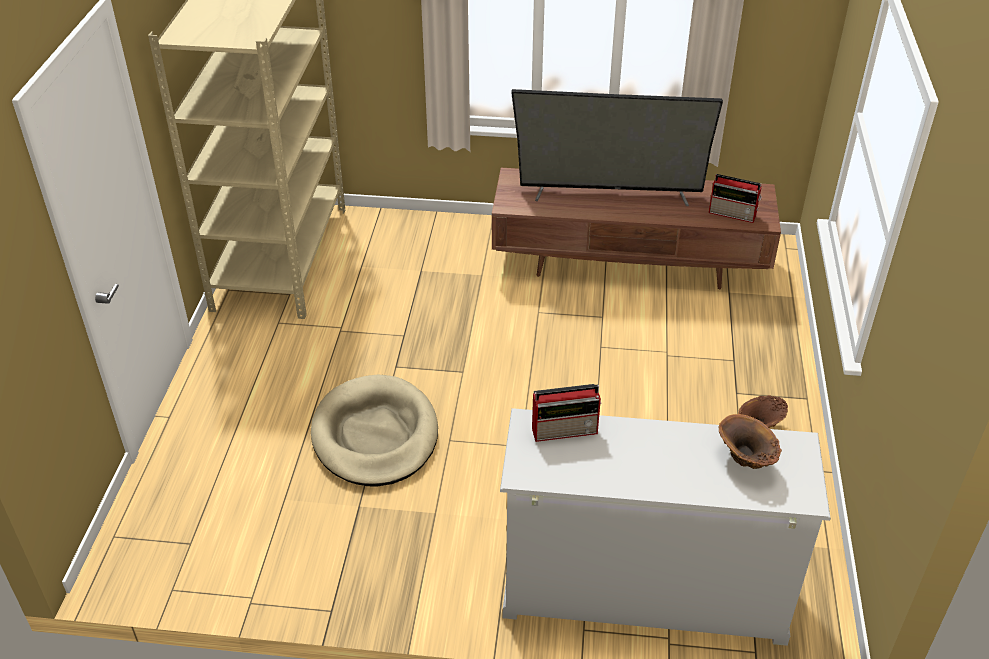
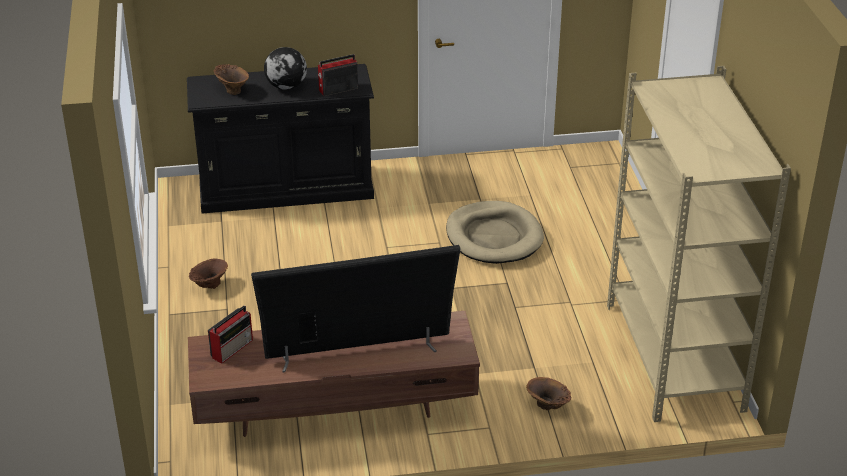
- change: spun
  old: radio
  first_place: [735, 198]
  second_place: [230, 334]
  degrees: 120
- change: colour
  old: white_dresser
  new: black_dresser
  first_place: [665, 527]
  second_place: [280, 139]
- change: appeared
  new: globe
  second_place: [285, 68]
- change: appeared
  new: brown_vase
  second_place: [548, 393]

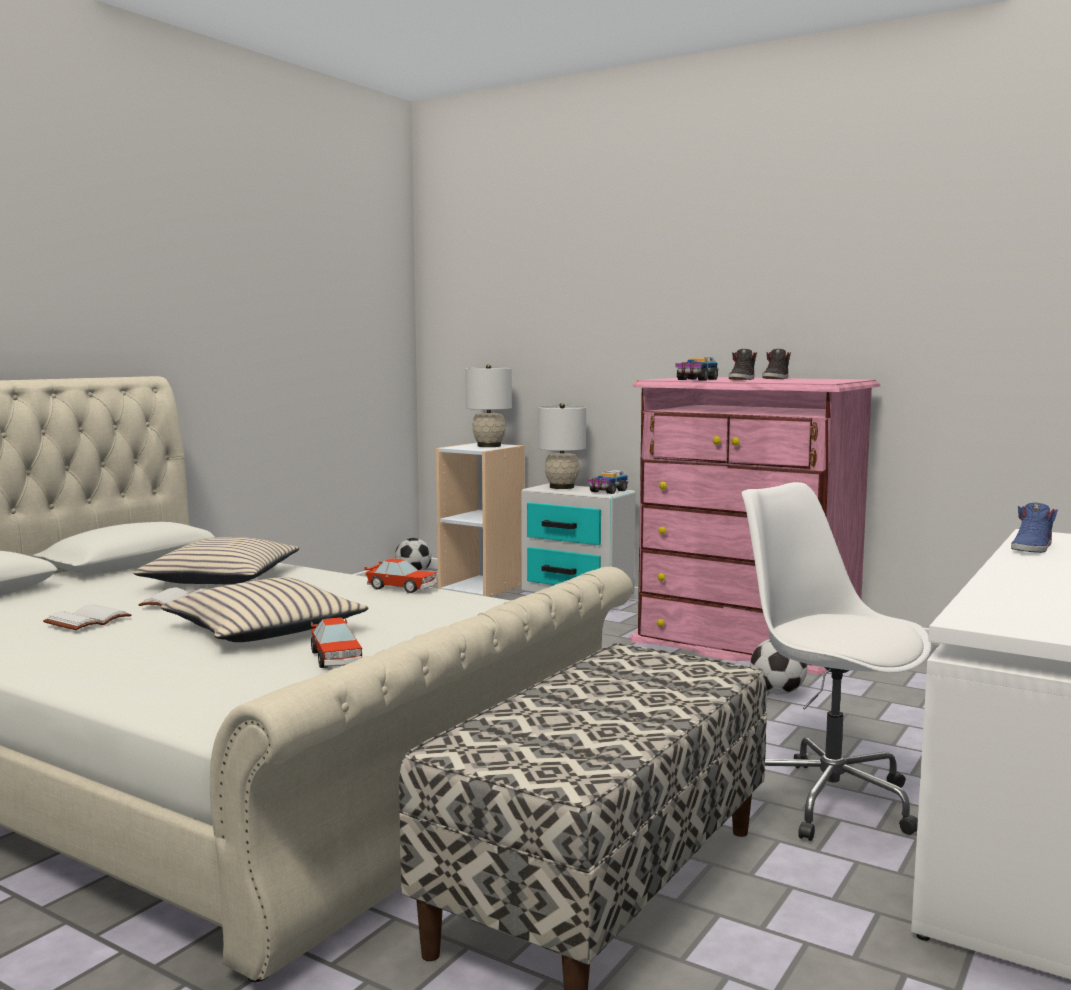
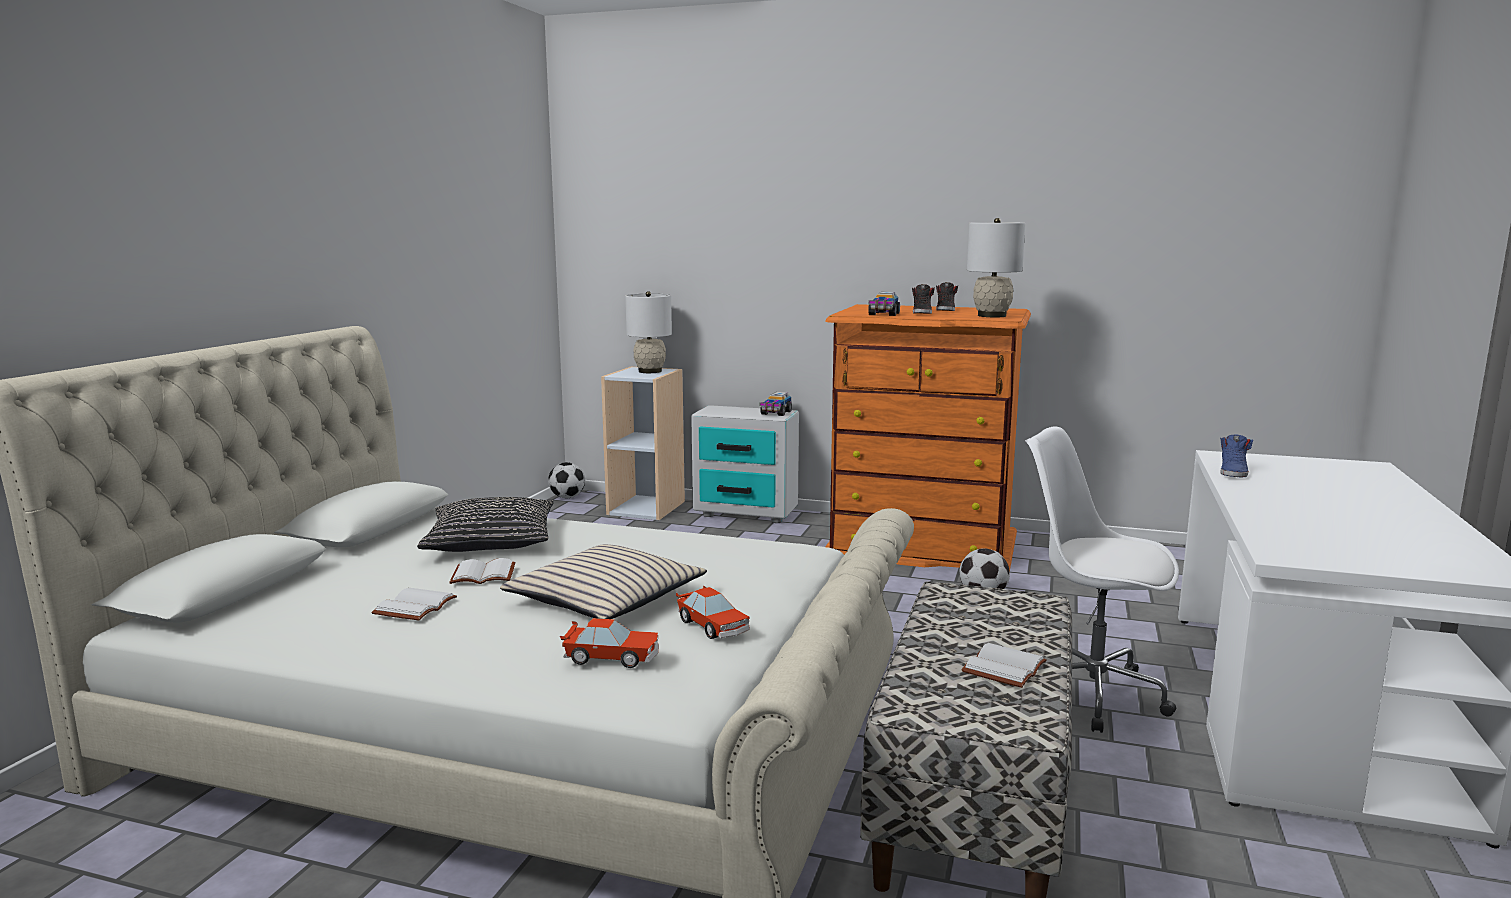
- change: colour
  old: pink_dresser
  new: orange_dresser
  first_place: [755, 526]
  second_place: [928, 438]
- change: relocated
  old: white_table_lamp
  first_place: [562, 446]
  second_place: [996, 267]
- change: colour
  old: beige_pillow
  new: black_pillow
  first_place: [216, 560]
  second_place: [485, 524]
- change: relocated
  old: toy_car
  first_place: [400, 575]
  second_place: [609, 643]
- change: appeared
  new: white_book
  second_place: [1004, 665]

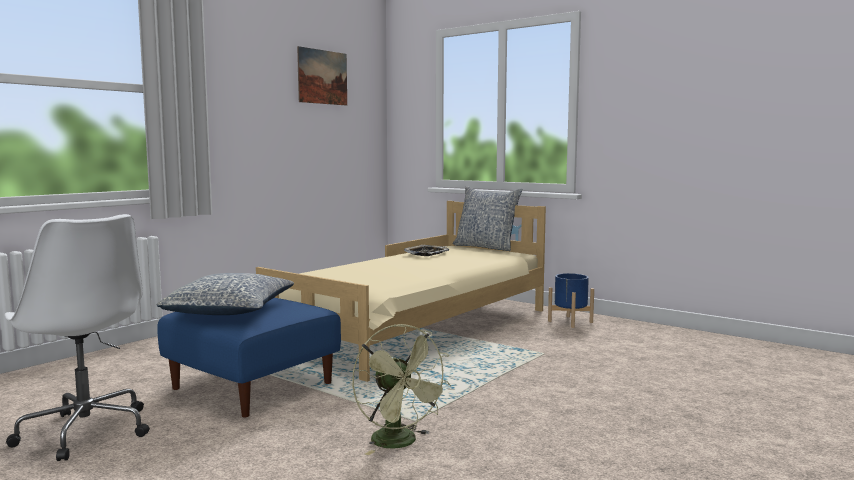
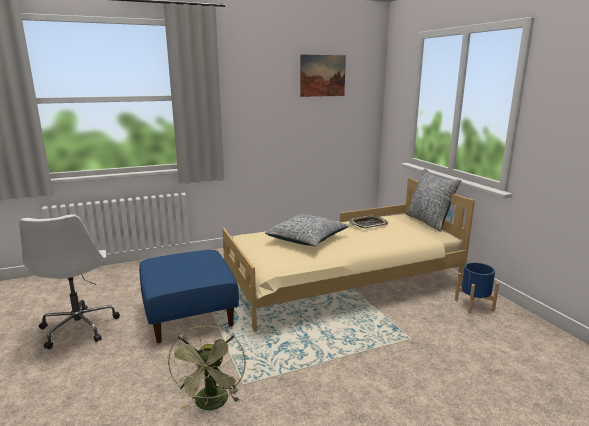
- change: relocated
  old: pillow
  first_place: [225, 294]
  second_place: [307, 230]

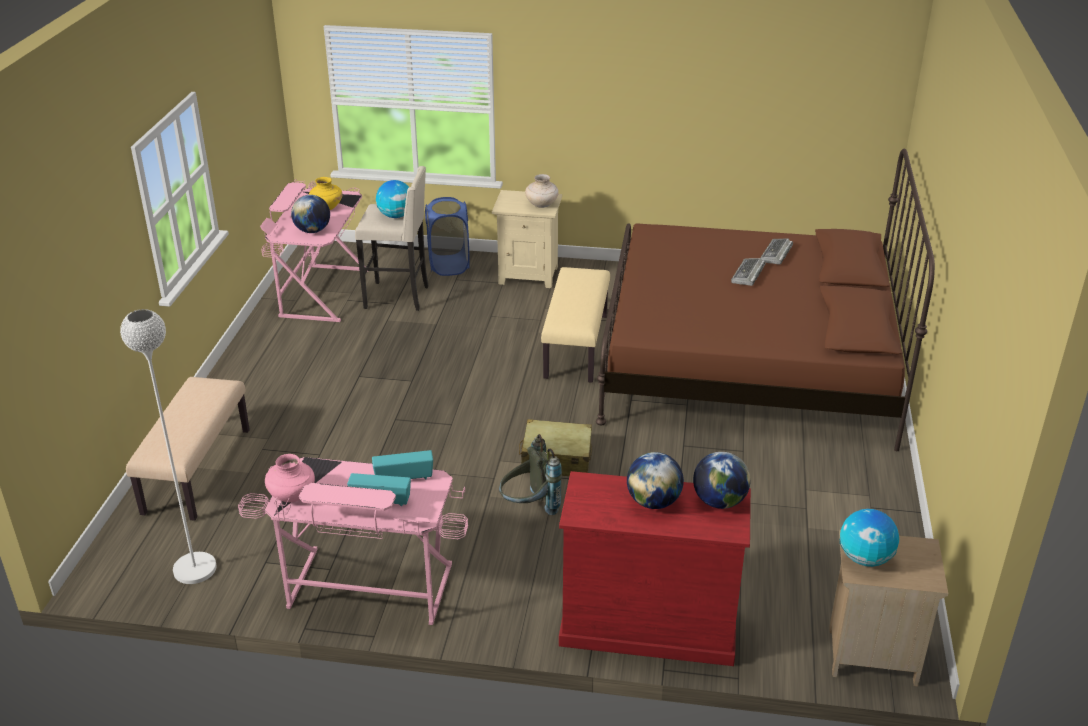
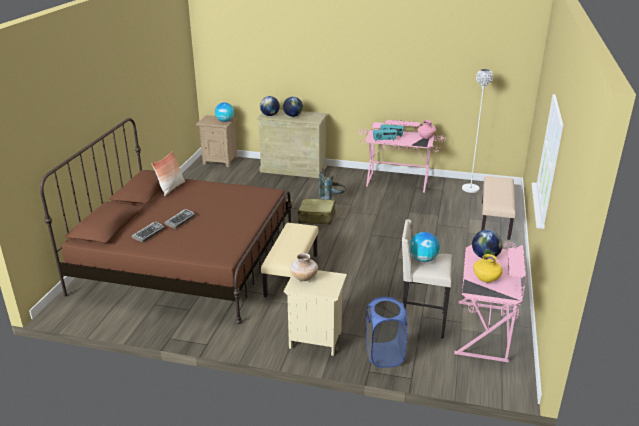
- change: colour
  old: red_dresser
  new: beige_dresser
  first_place: [655, 568]
  second_place: [292, 143]
- change: appeared
  new: pillow
  second_place: [168, 173]

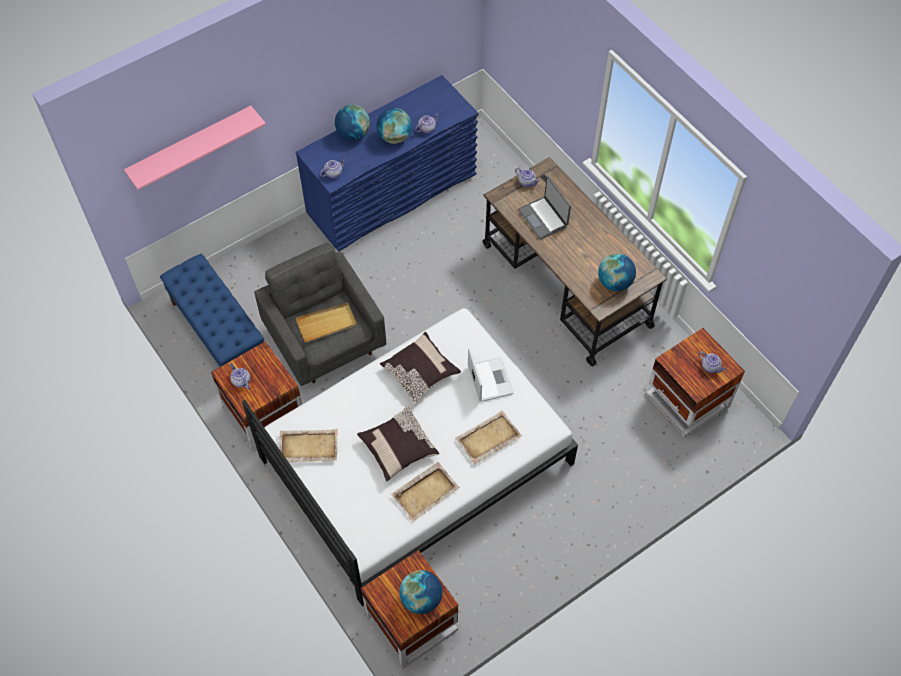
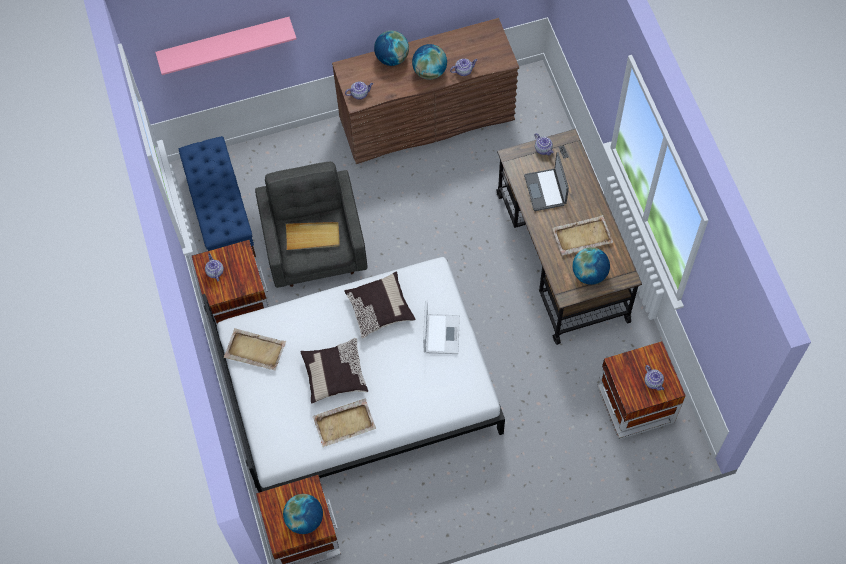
- change: colour
  old: blue_dresser
  new: brown_dresser
  first_place: [387, 163]
  second_place: [425, 91]
- change: relocated
  old: beige_tray
  first_place: [488, 437]
  second_place: [582, 235]

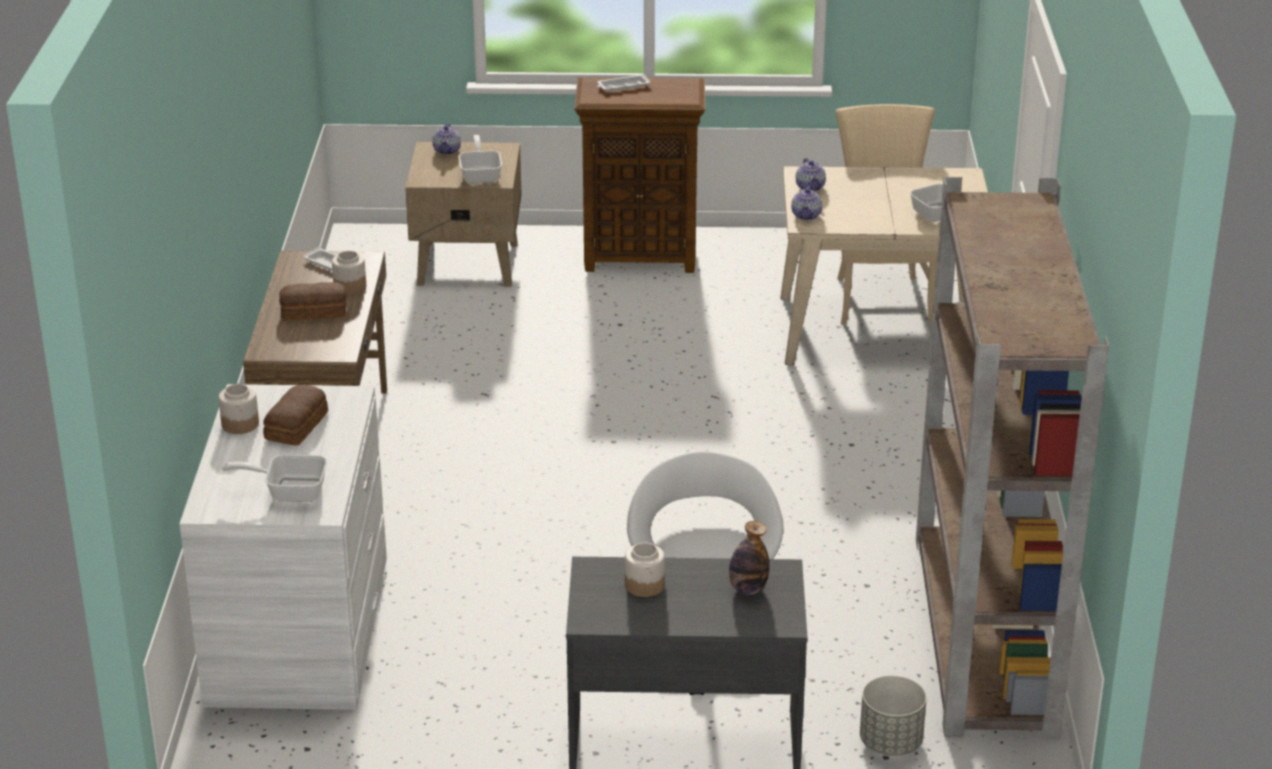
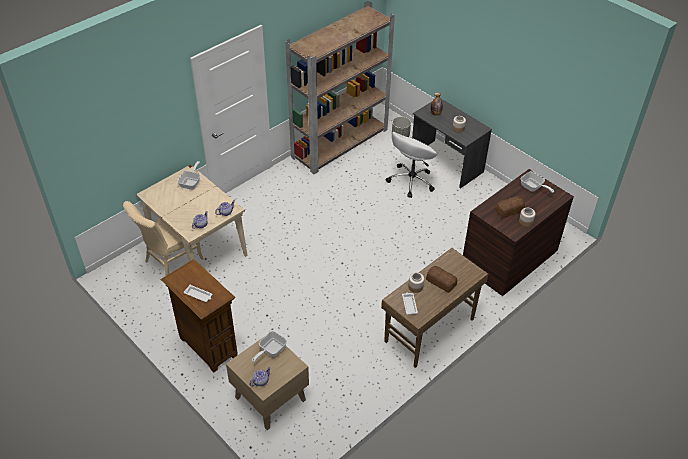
- change: colour
  old: white_dresser
  new: brown_dresser
  first_place: [283, 547]
  second_place: [518, 232]

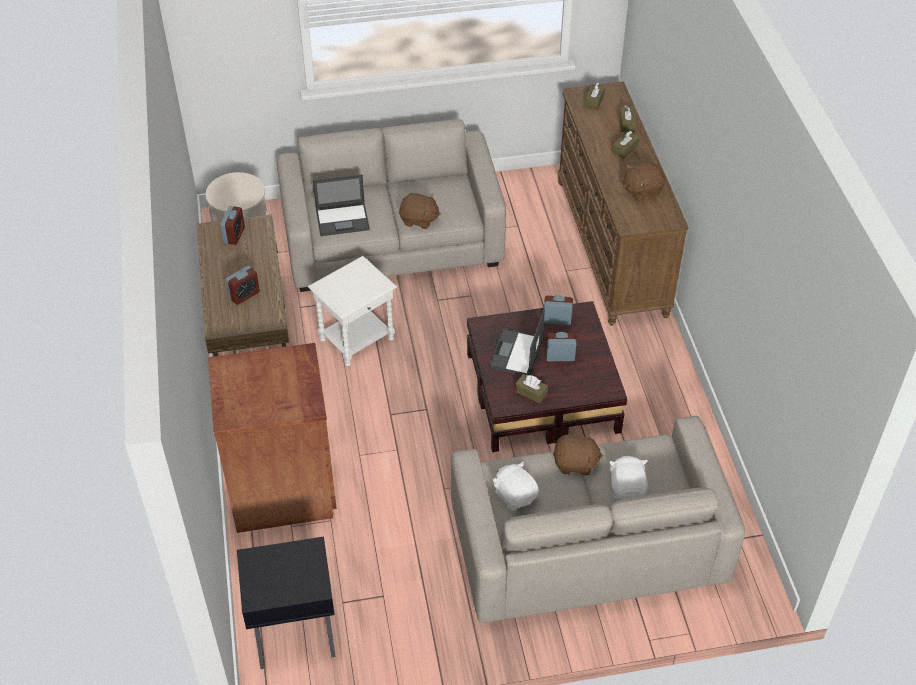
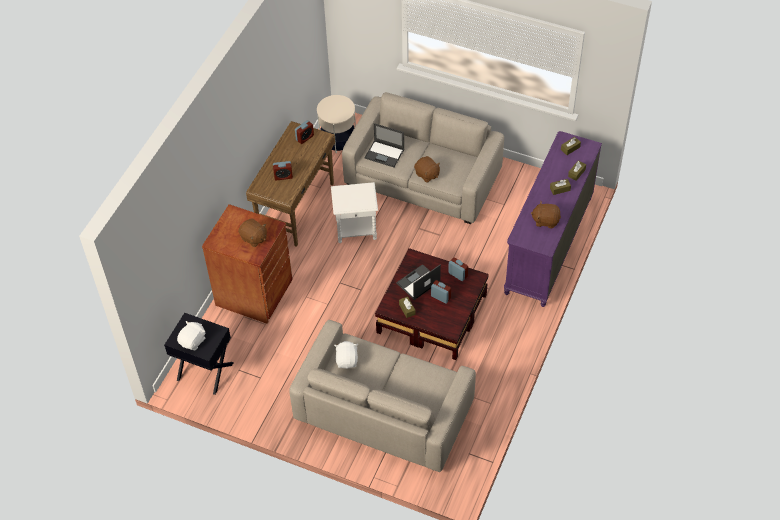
- change: colour
  old: brown_dresser
  new: purple_dresser
  first_place: [623, 204]
  second_place: [553, 219]
- change: relocated
  old: brown_plush_toy
  first_place: [578, 454]
  second_place: [252, 233]
- change: relocated
  old: white_plush_toy
  first_place: [628, 477]
  second_place: [191, 335]

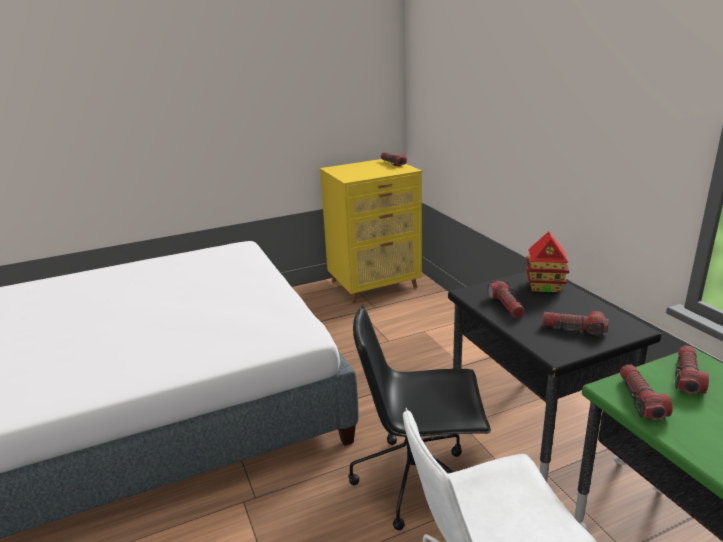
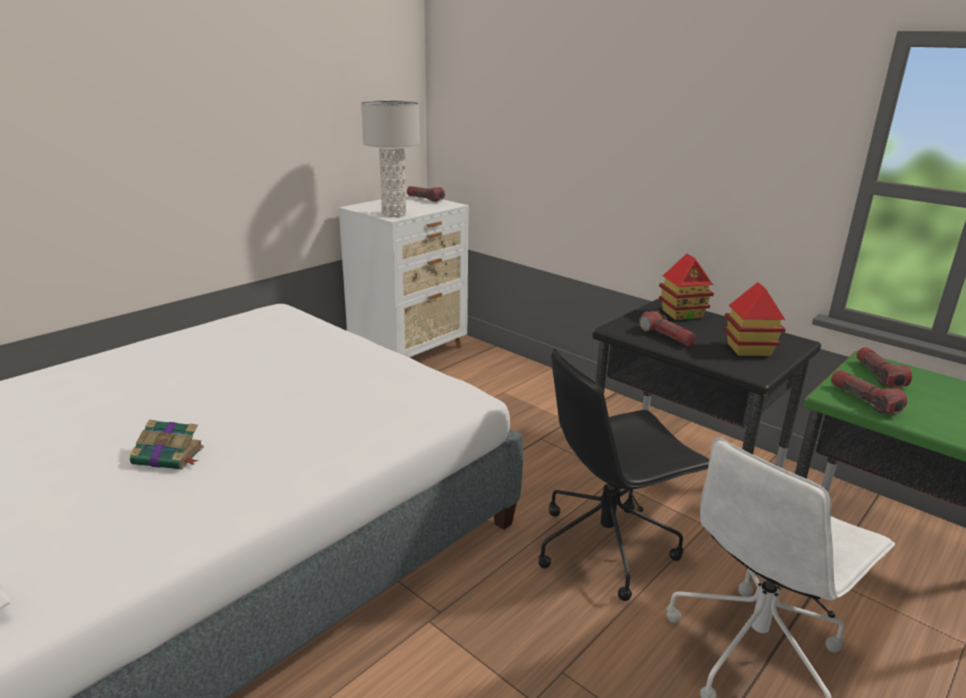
- change: colour
  old: yellow_dresser
  new: white_dresser
  first_place: [371, 231]
  second_place: [403, 275]
- change: exchanged
  old: flashlight
  new: toy_house
  first_place: [575, 324]
  second_place: [755, 319]
- change: appeared
  new: white_table_lamp
  second_place: [390, 158]
- change: appeared
  new: book
  second_place: [167, 445]

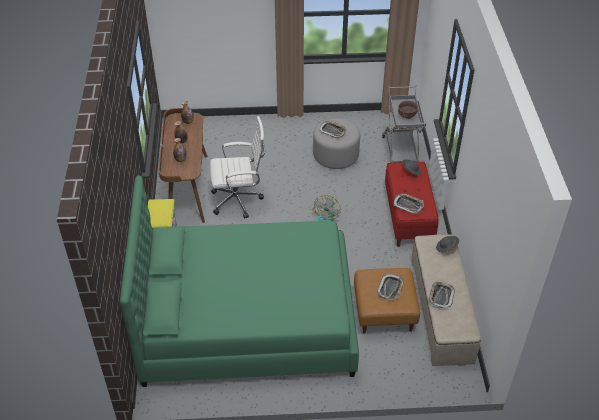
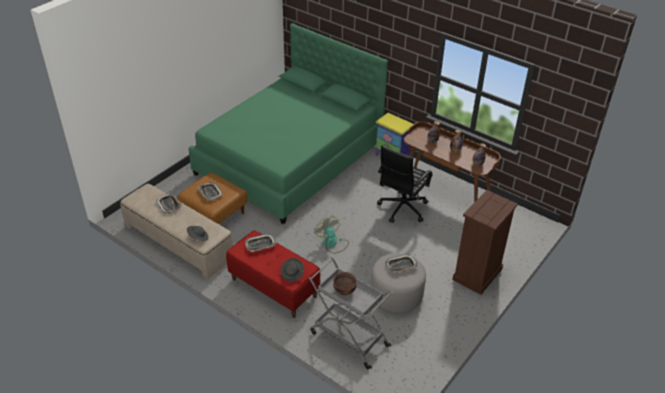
- change: colour
  old: white_office_chair
  new: black_office_chair
  first_place: [237, 167]
  second_place: [405, 184]
- change: appeared
  new: brown_dresser
  second_place: [485, 242]

